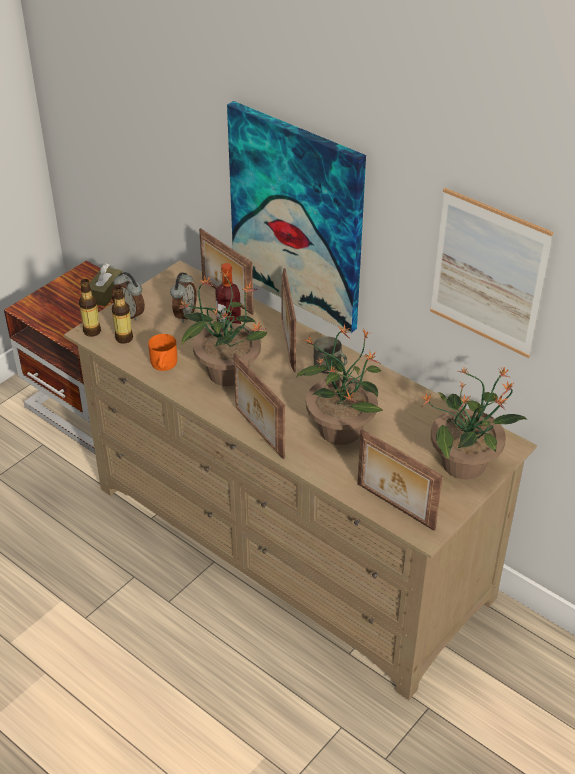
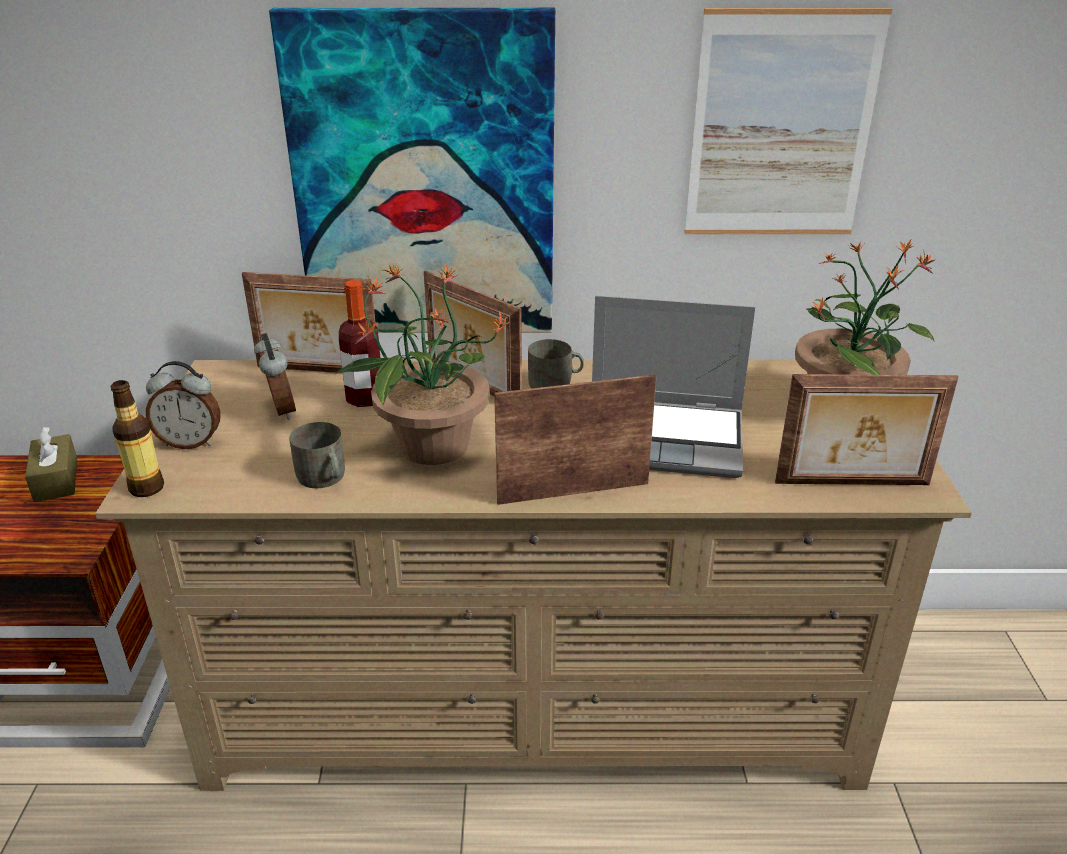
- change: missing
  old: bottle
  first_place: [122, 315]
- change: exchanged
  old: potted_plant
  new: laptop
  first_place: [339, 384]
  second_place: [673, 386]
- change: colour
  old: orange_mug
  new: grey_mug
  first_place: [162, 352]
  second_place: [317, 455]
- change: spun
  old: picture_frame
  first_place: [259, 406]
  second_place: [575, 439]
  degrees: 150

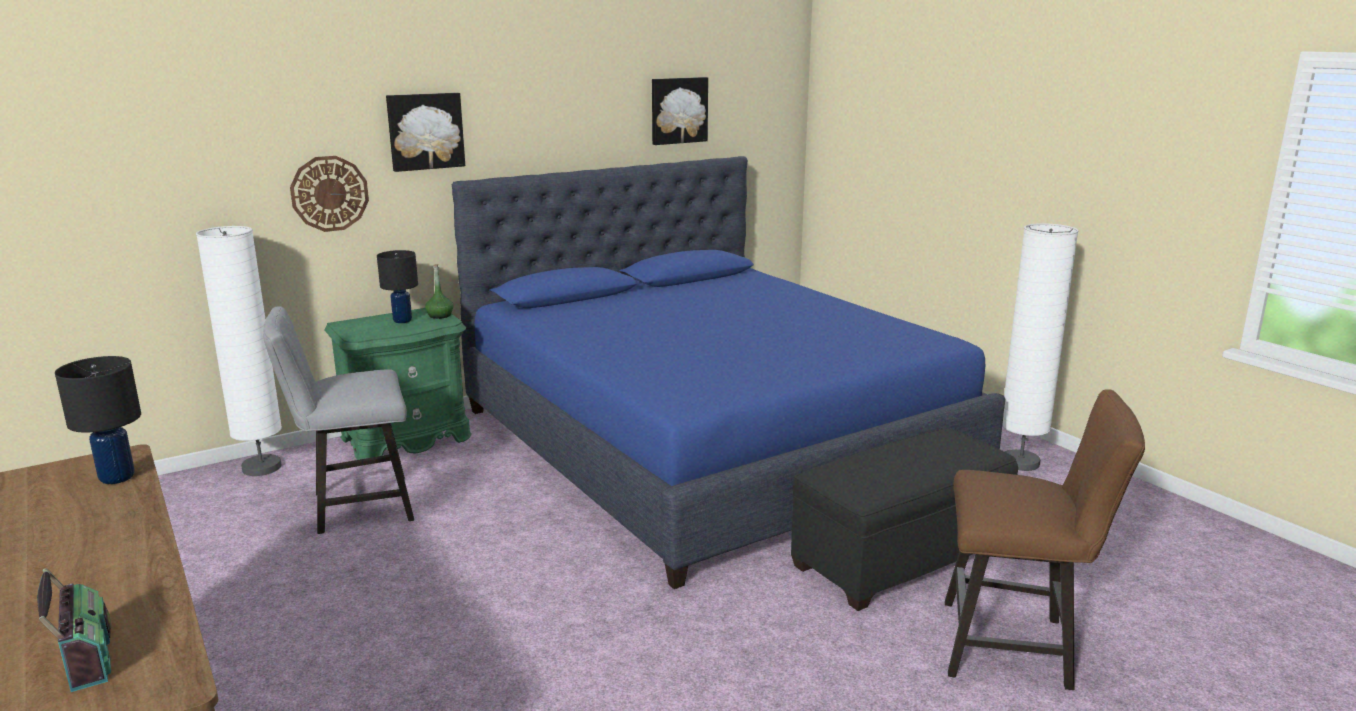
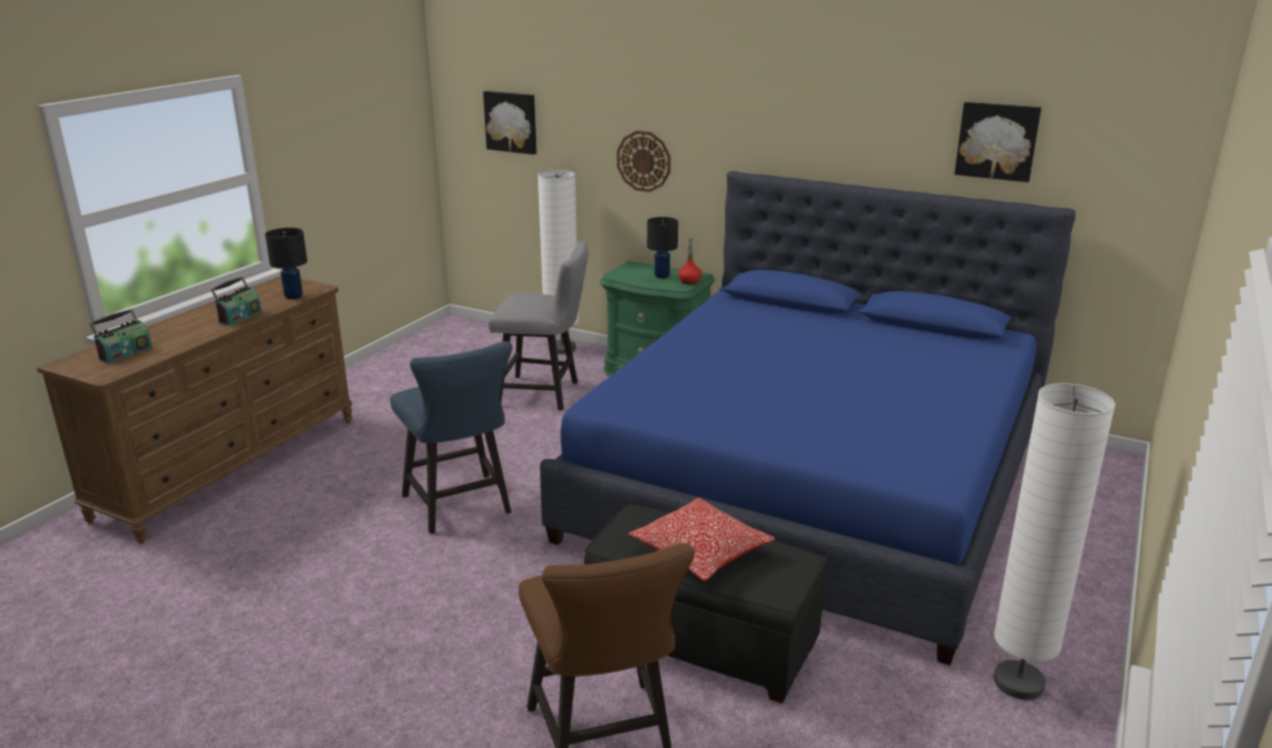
- change: relocated
  old: picture
  first_place: [425, 132]
  second_place: [510, 123]
- change: colour
  old: green_bottle
  new: red_bottle
  first_place: [439, 291]
  second_place: [690, 261]
- change: spun
  old: grey_chair
  first_place: [338, 420]
  second_place: [538, 325]
  degrees: 150
- change: appeared
  new: radio
  second_place: [236, 301]
- change: appeared
  new: blue_chair
  second_place: [451, 437]
- change: appeared
  new: pillow
  second_place: [701, 539]

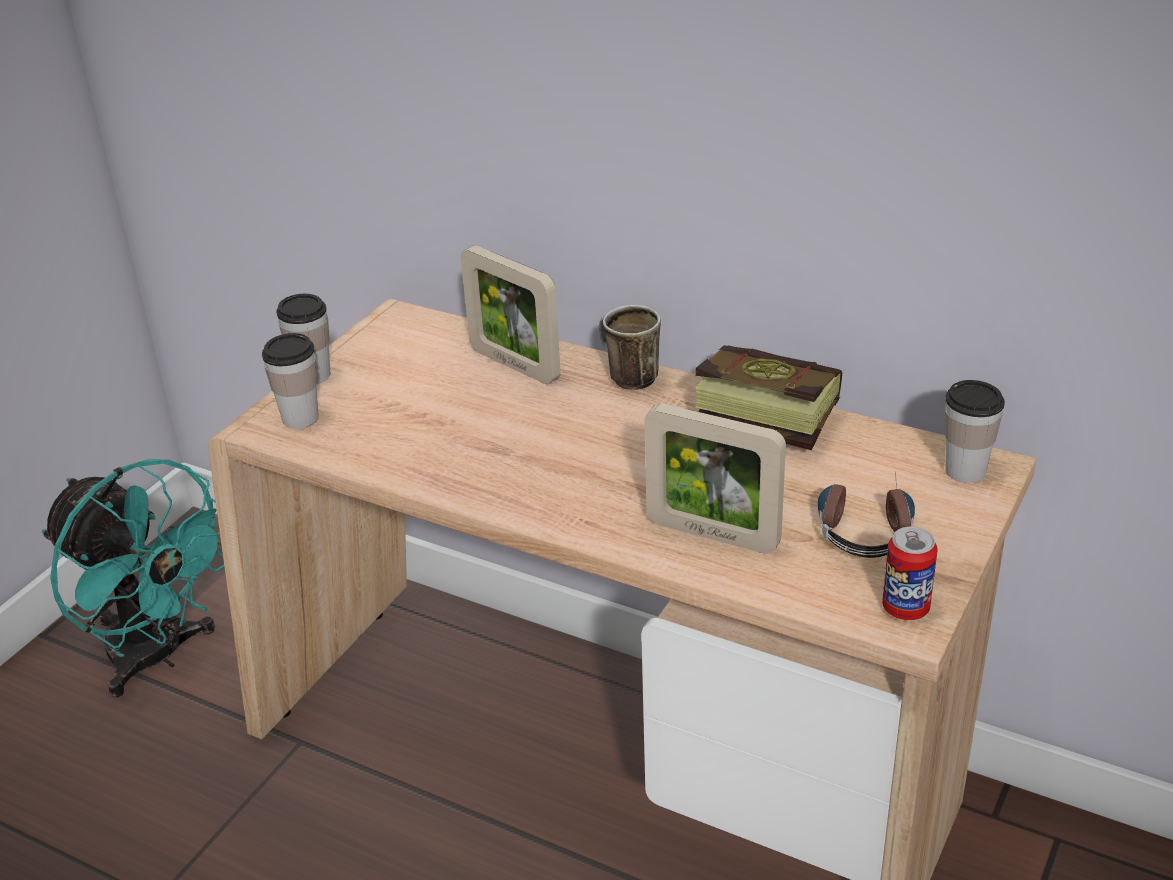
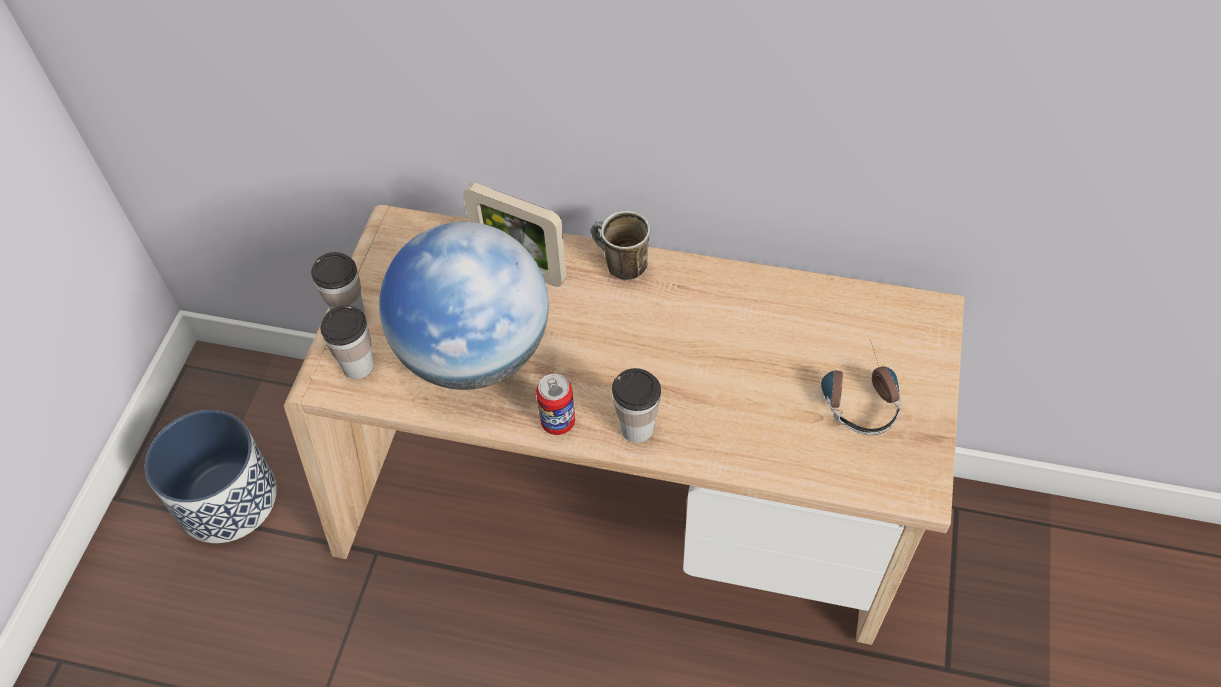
- change: missing
  old: book
  first_place: [768, 397]
- change: relocated
  old: cup
  first_place: [975, 431]
  second_place: [636, 405]
- change: missing
  old: picture_frame
  first_place: [715, 478]
- change: exchanged
  old: turquoise_fan
  new: planter
  first_place: [133, 578]
  second_place: [211, 476]
- change: relocated
  old: can
  first_place: [910, 573]
  second_place: [555, 404]
- change: appeared
  new: globe
  second_place: [464, 306]

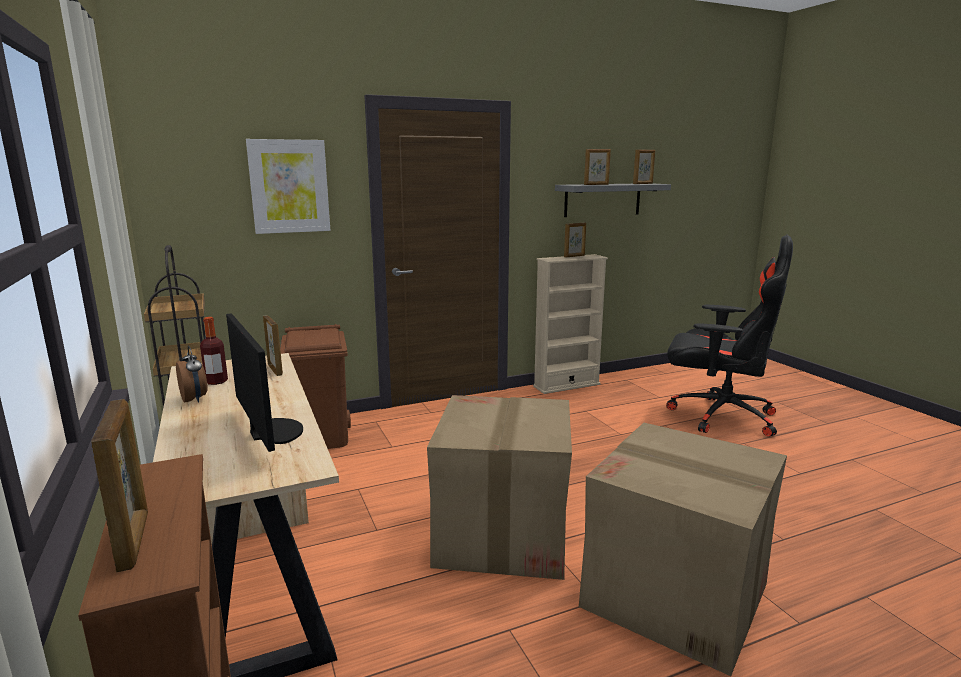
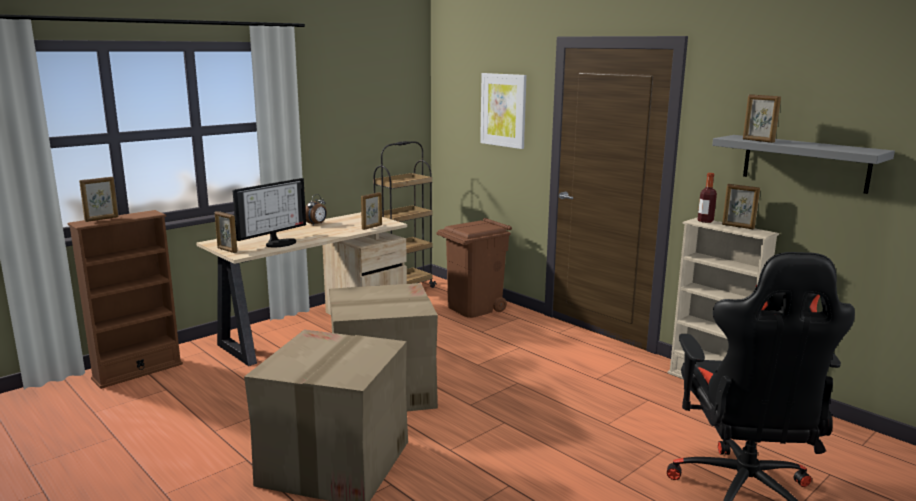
- change: relocated
  old: picture_frame
  first_place: [644, 166]
  second_place: [226, 232]
- change: relocated
  old: bottle
  first_place: [214, 351]
  second_place: [707, 198]

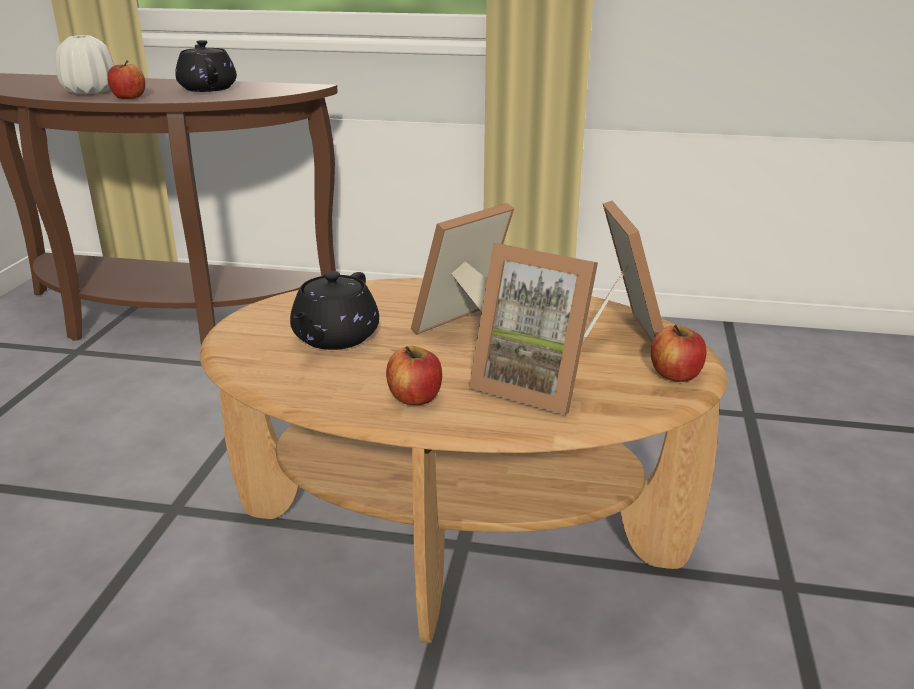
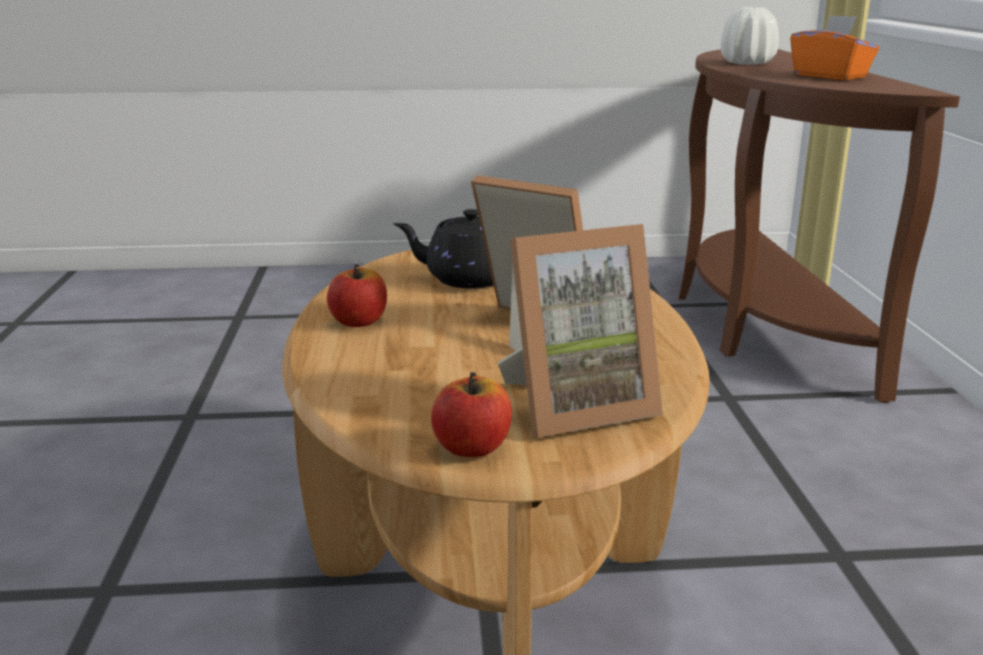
- change: exchanged
  old: black_teapot
  new: orange_tissue_box
  first_place: [206, 66]
  second_place: [834, 47]
- change: missing
  old: apple
  first_place: [126, 80]
- change: missing
  old: picture_frame
  first_place: [533, 329]

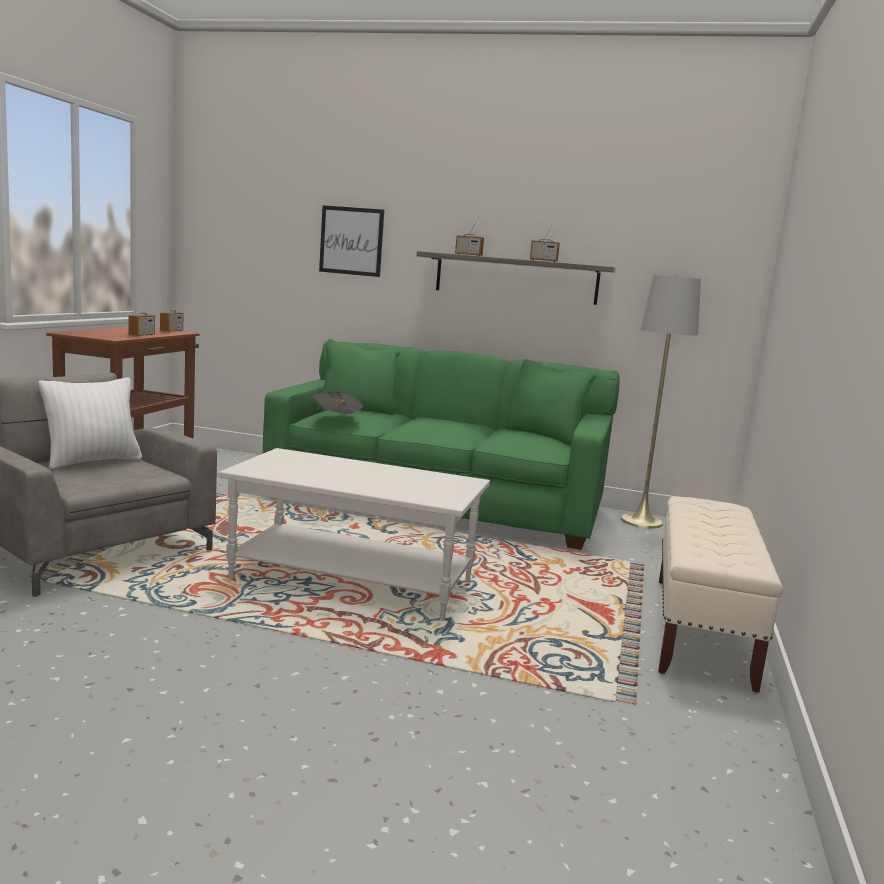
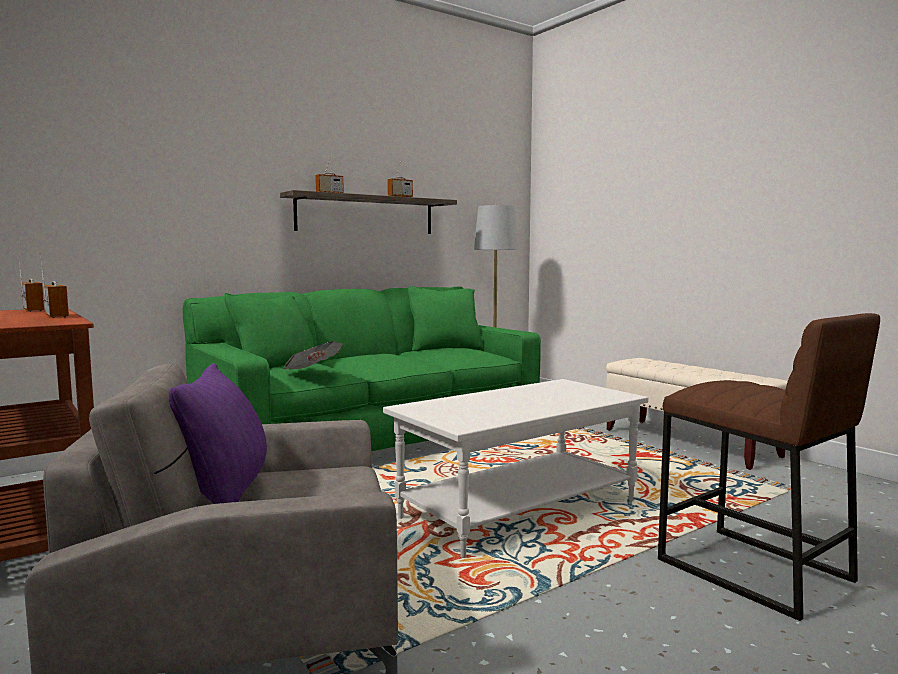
- change: missing
  old: picture
  first_place: [351, 241]
- change: colour
  old: white_pillow
  new: purple_pillow
  first_place: [90, 423]
  second_place: [218, 433]
- change: appeared
  new: brown_stool
  second_place: [769, 467]

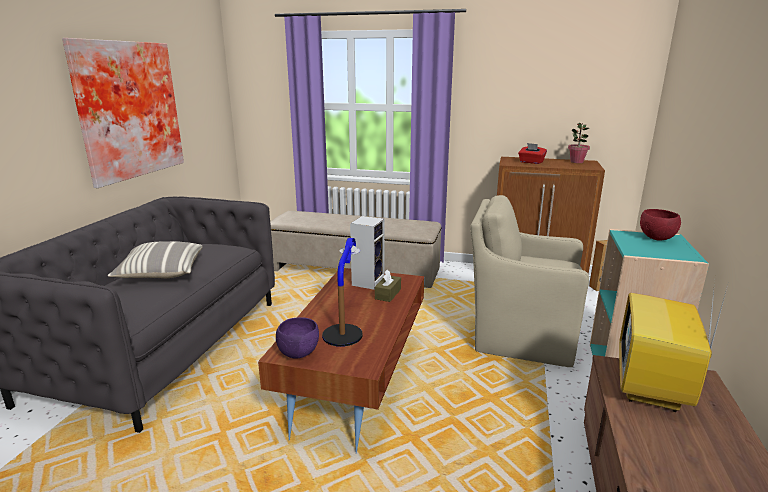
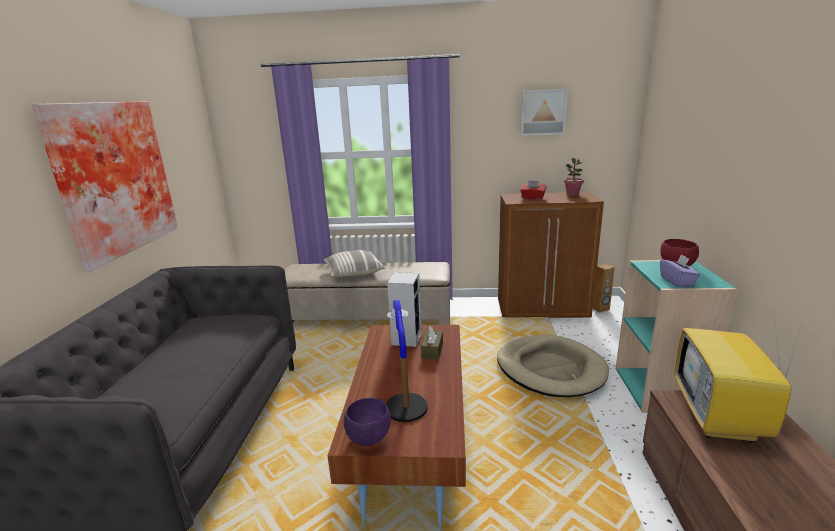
- change: exchanged
  old: beige_armchair
  new: beige_dog_bed
  first_place: [529, 281]
  second_place: [553, 366]
- change: relocated
  old: pillow
  first_place: [155, 259]
  second_place: [354, 263]
- change: appeared
  new: picture
  second_place: [544, 112]
- change: appeared
  new: purple_tissue_box
  second_place: [680, 270]

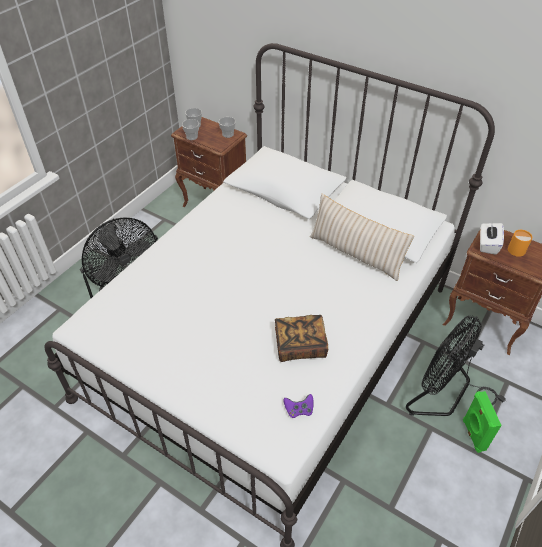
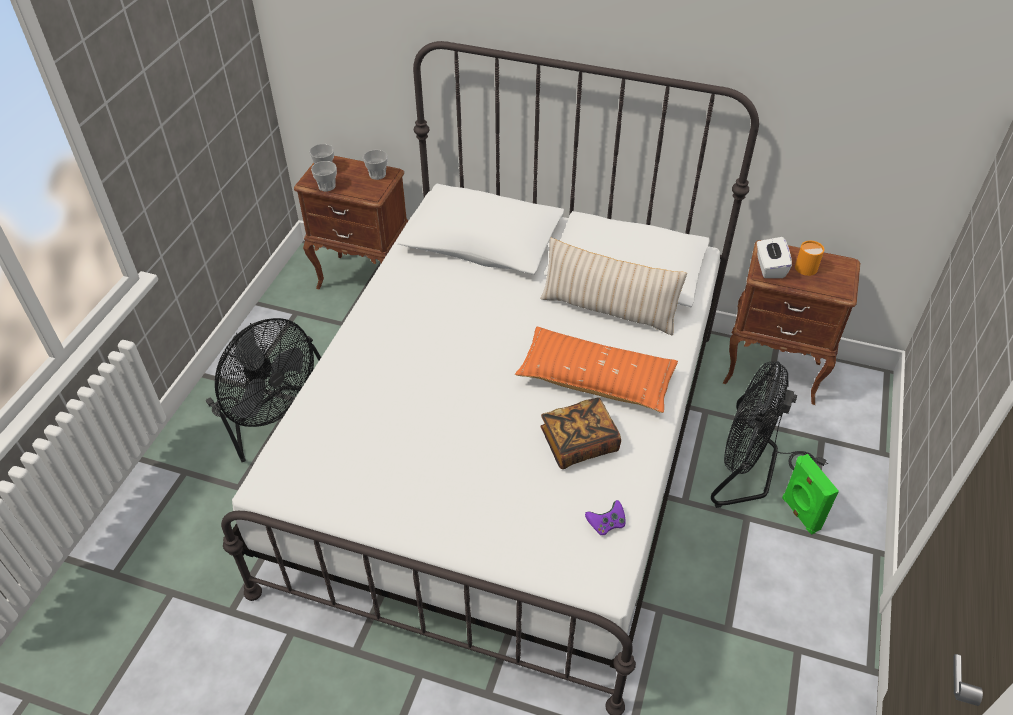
- change: appeared
  new: orange_pillow
  second_place: [596, 370]

